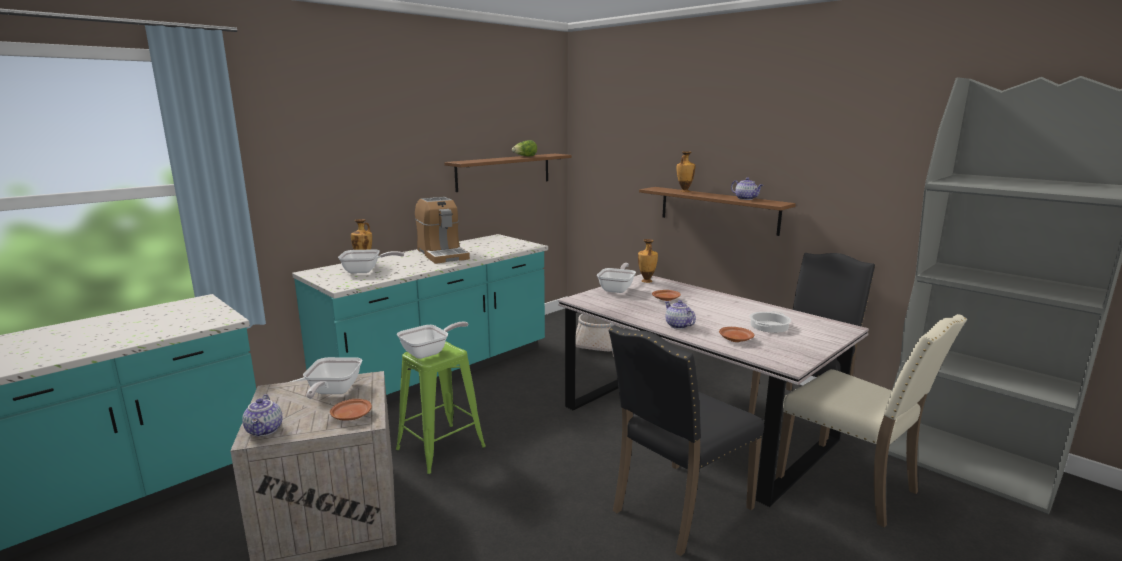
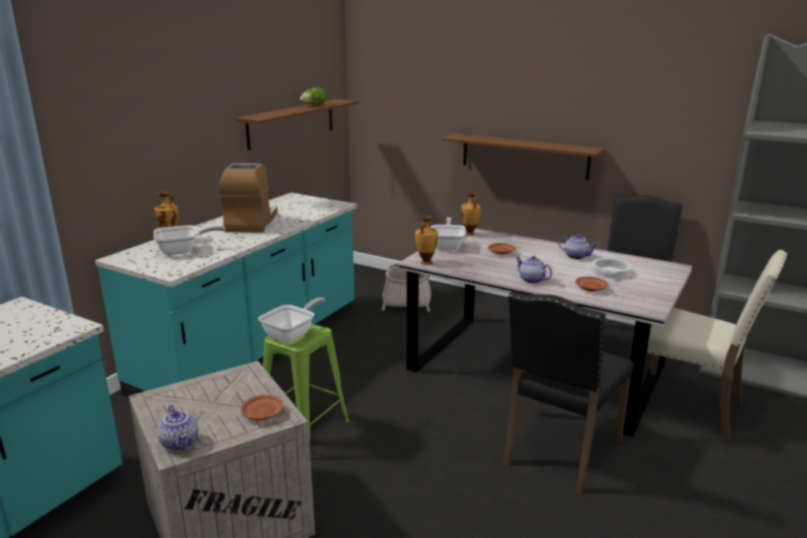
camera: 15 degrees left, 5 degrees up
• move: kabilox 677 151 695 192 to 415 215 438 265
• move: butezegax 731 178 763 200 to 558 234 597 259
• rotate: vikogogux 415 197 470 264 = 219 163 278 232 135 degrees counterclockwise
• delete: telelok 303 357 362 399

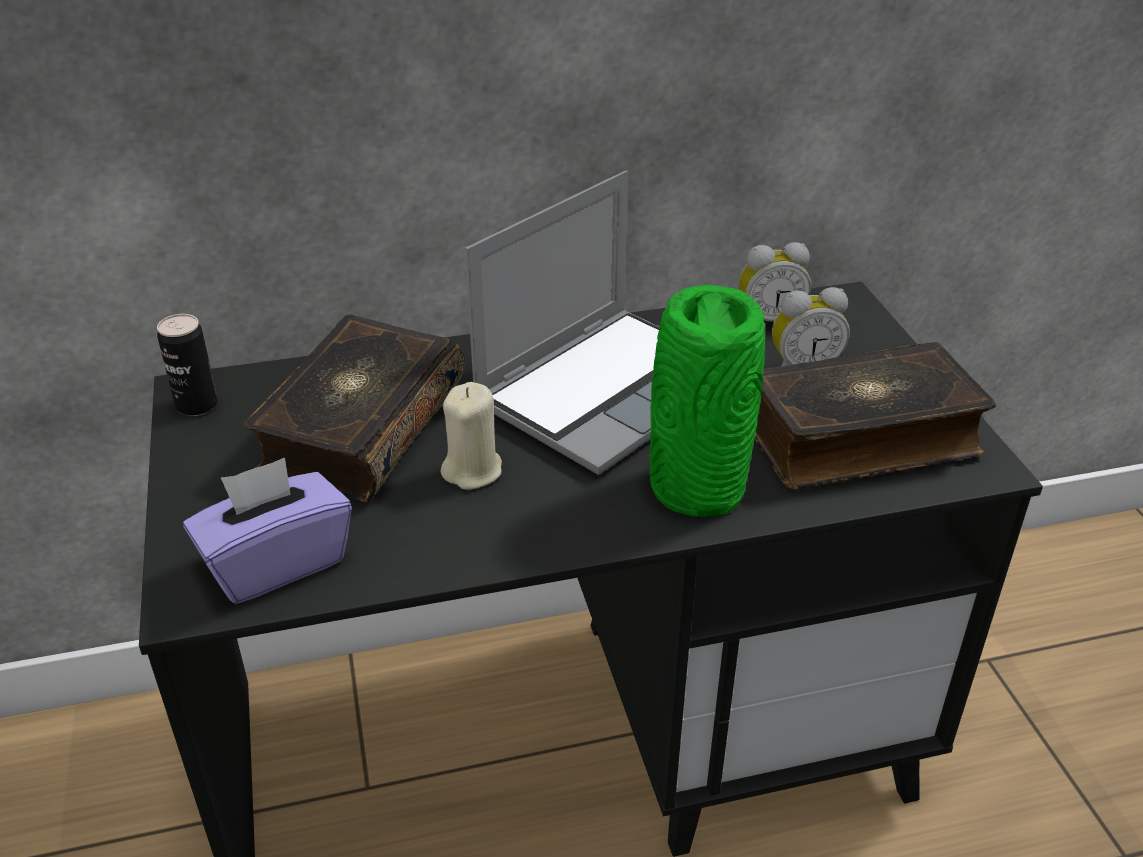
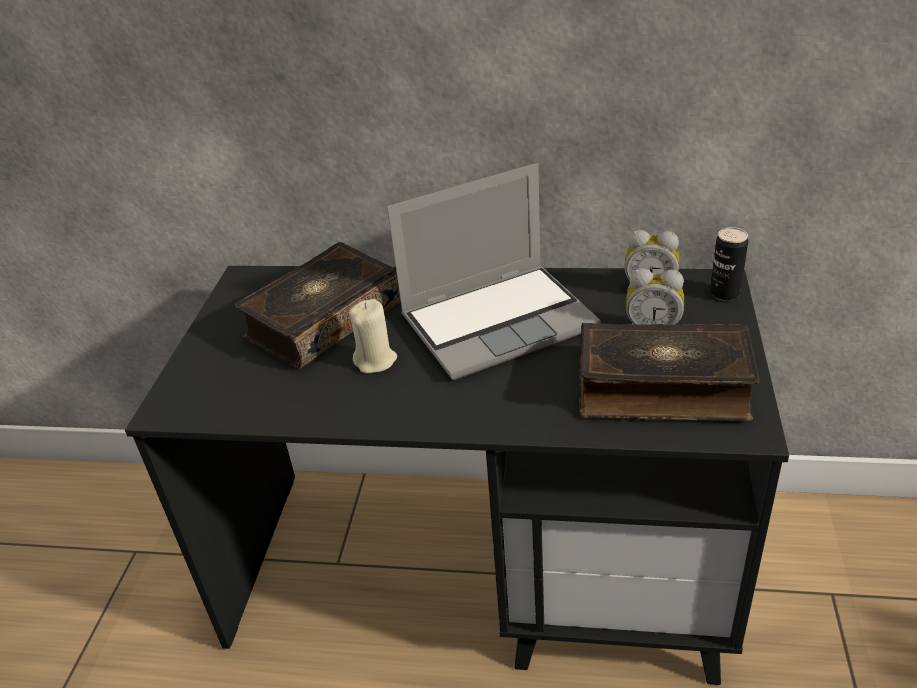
camera: 25 degrees right, 0 degrees up
• delete: green kabilox 649 285 765 517
• move: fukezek 157 314 218 416 to 710 227 748 301
• delete: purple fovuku 183 457 352 604

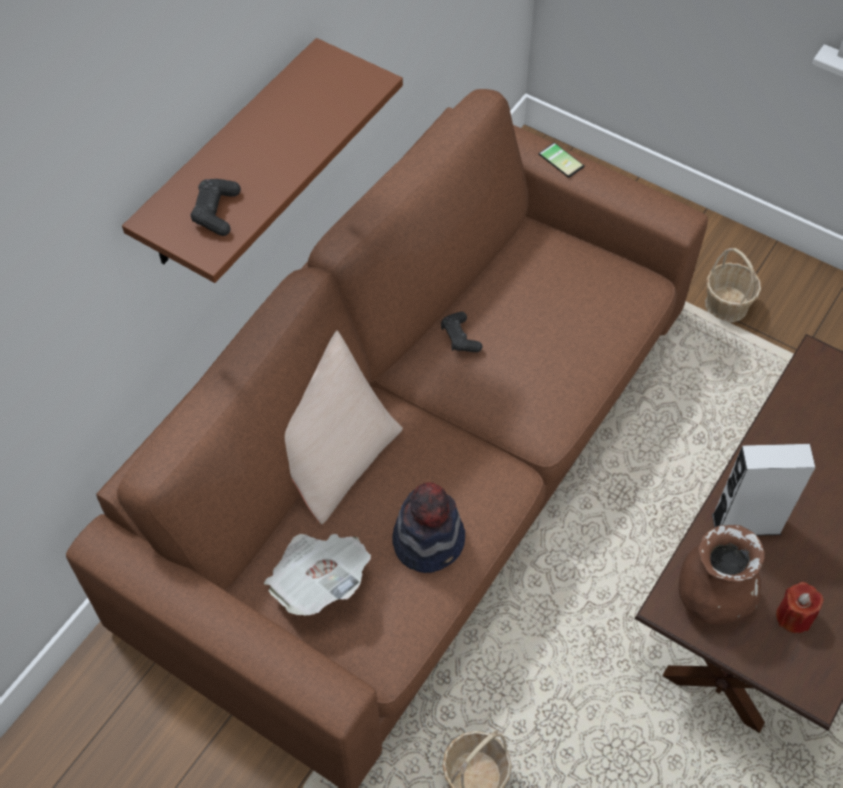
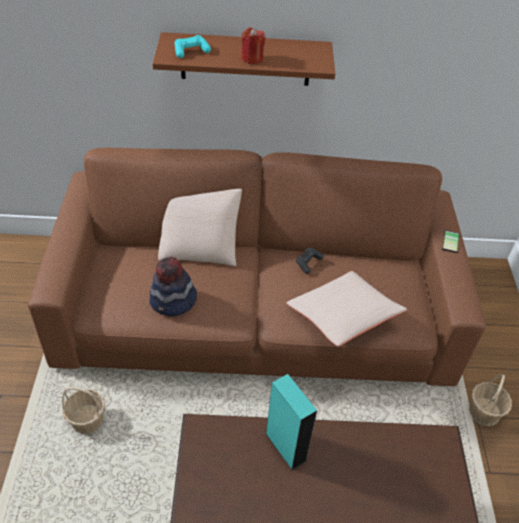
camera: 55 degrees right, 10 degrees down
• recolor: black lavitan 191 179 241 236 to turquoise lavitan 175 35 211 58
• recolor: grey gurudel 712 444 815 536 to turquoise gurudel 265 374 317 470
• delete: brown kabilox 679 525 765 625
• delete: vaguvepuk 264 534 371 615
• move: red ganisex 776 582 824 633 to 241 28 265 64
• insert: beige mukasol 286 271 407 346

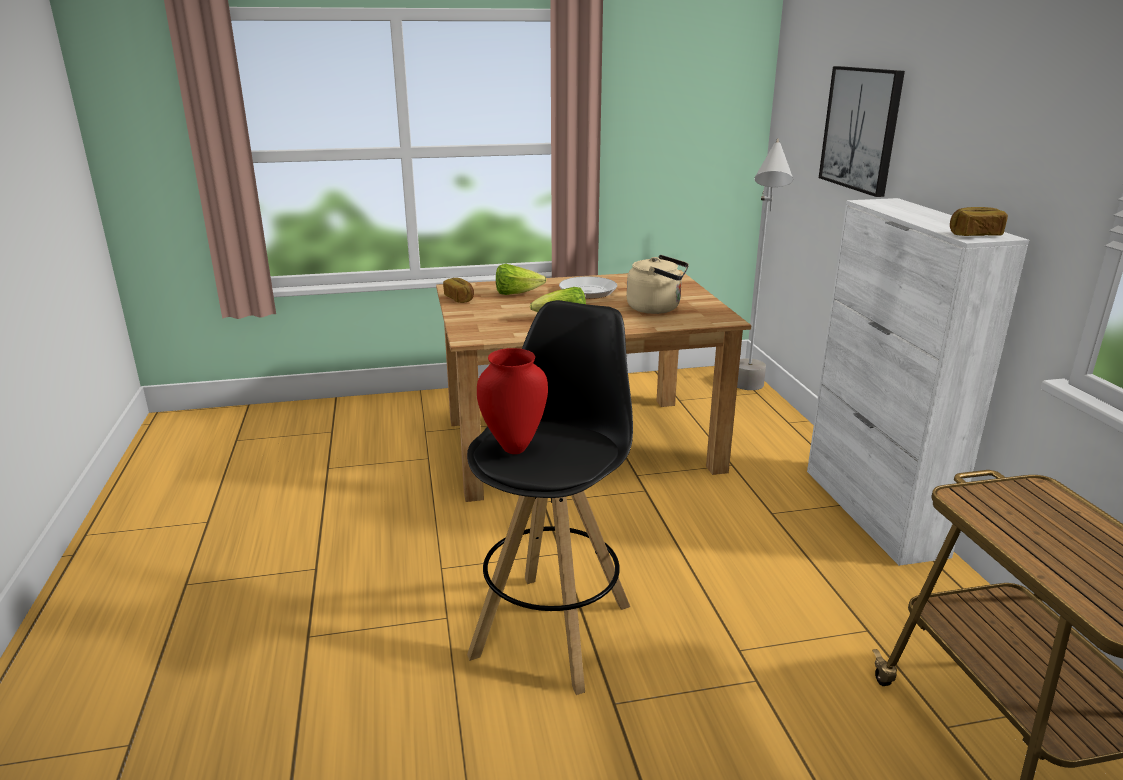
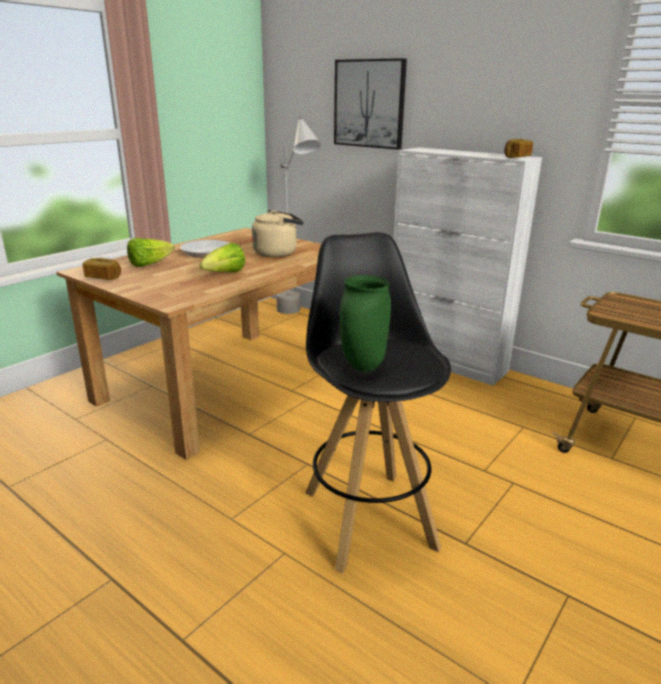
camera: 40 degrees left, 0 degrees up
• recolor: red kabilox 477 348 548 454 to green kabilox 339 275 391 372

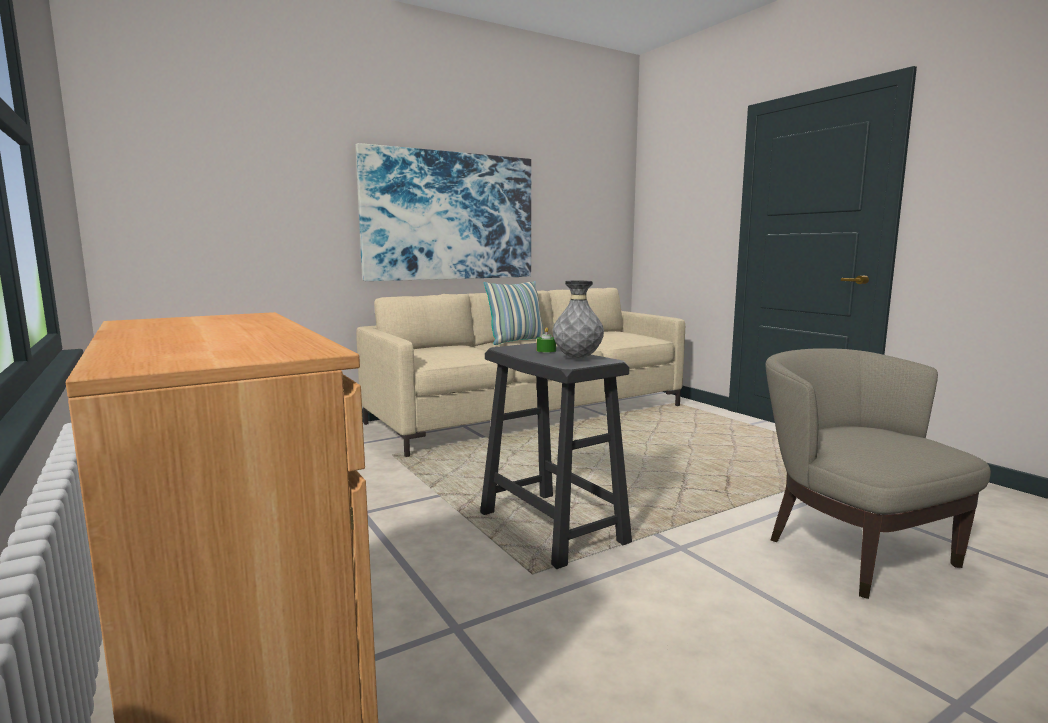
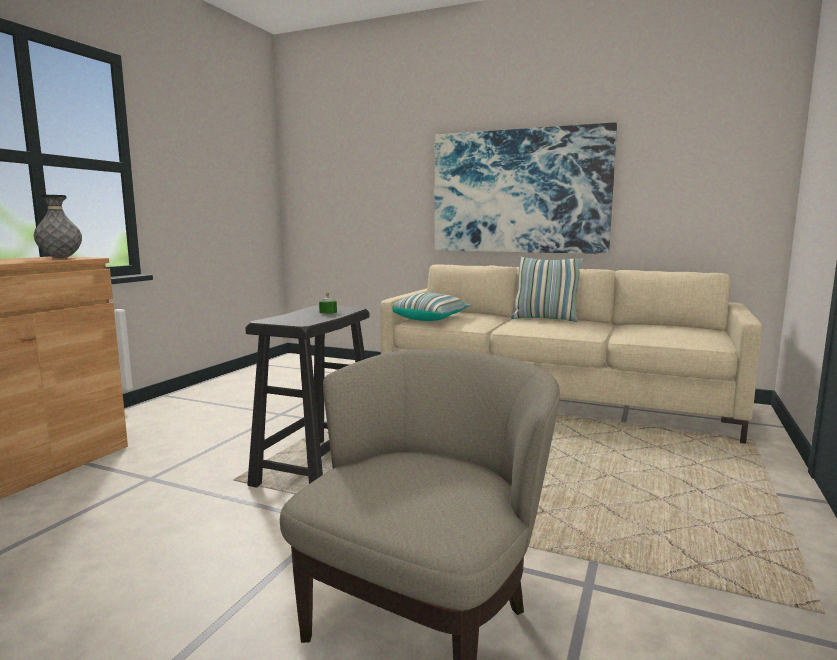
camera: 55 degrees right, 0 degrees up
• move: grey kabilox 553 280 604 359 to 34 195 82 258
• insert: mukasol 392 293 472 321

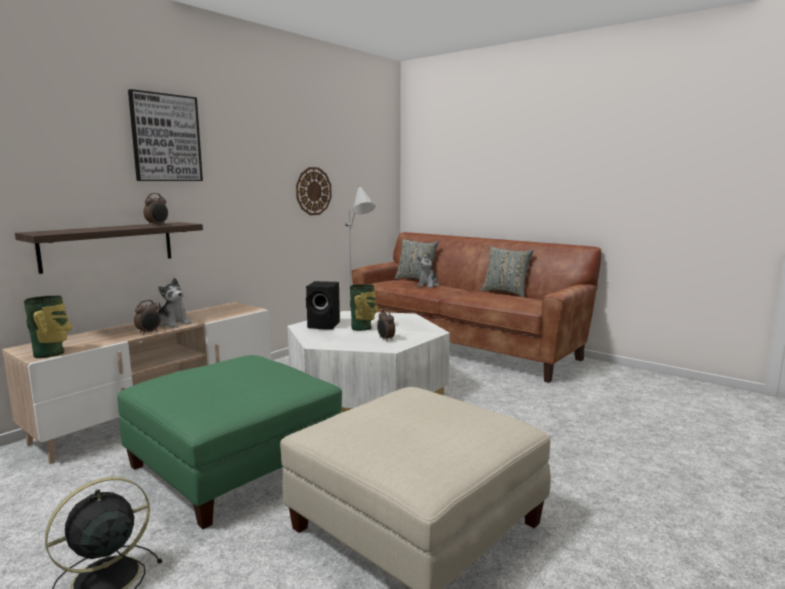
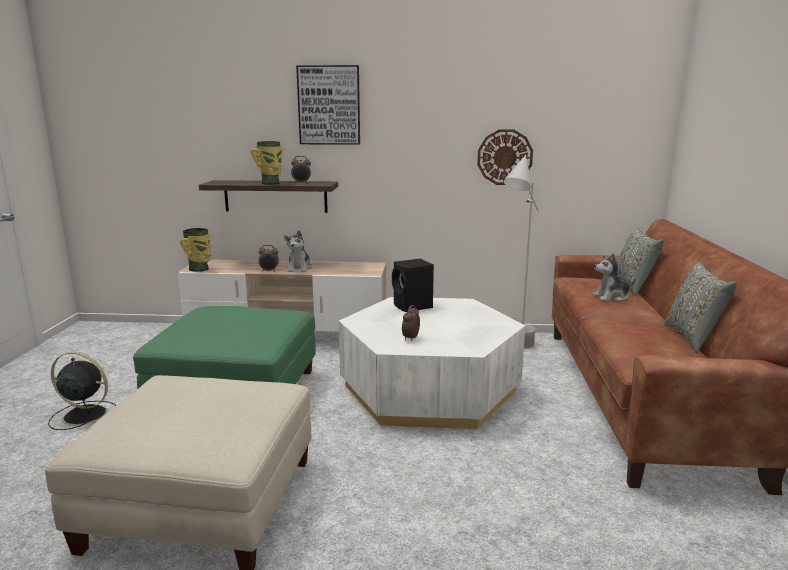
camera: 55 degrees right, 5 degrees up
• move: kabilox 350 284 379 331 to 250 141 282 185

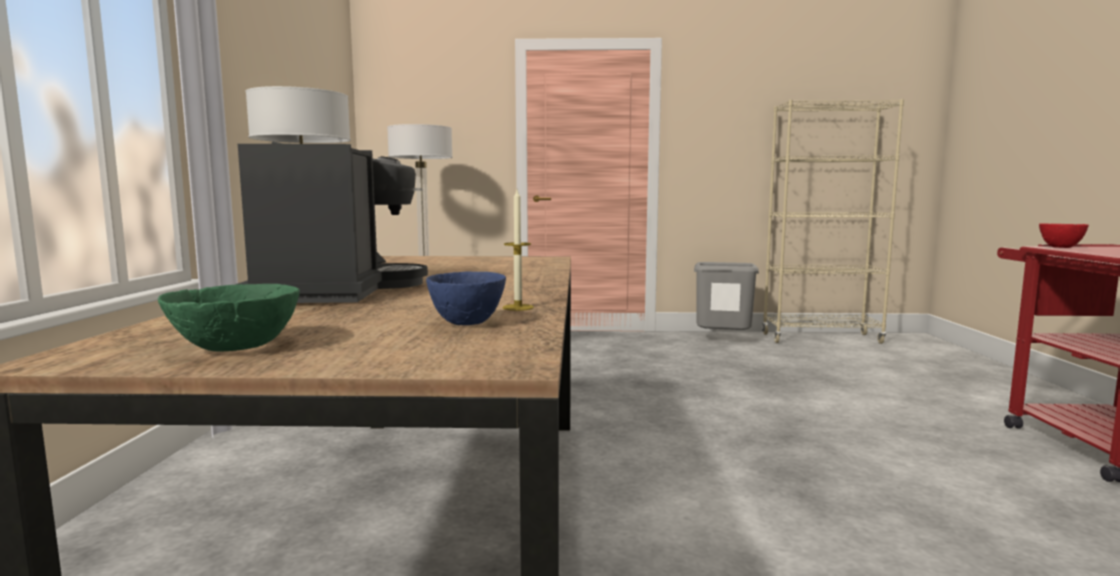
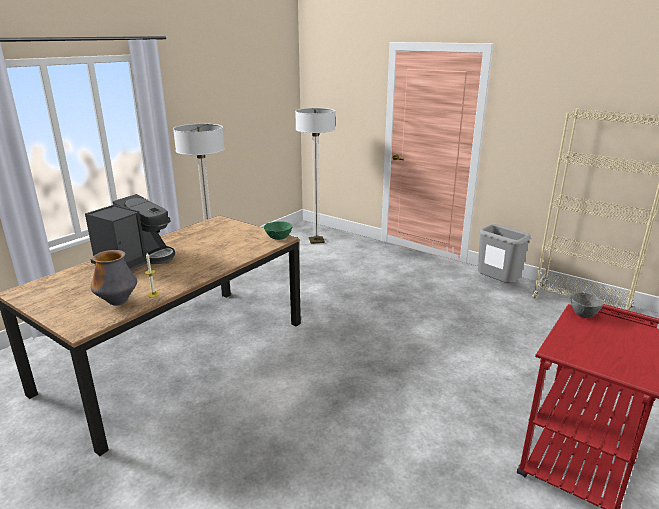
camera: 35 degrees right, 15 degrees up
• recolor: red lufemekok 1039 223 1089 248 to grey lufemekok 571 292 604 318
• replace: blue lufemekok 426 271 506 325 to kabilox 90 250 137 306
• move: green lufemekok 158 284 300 352 to 264 221 293 240

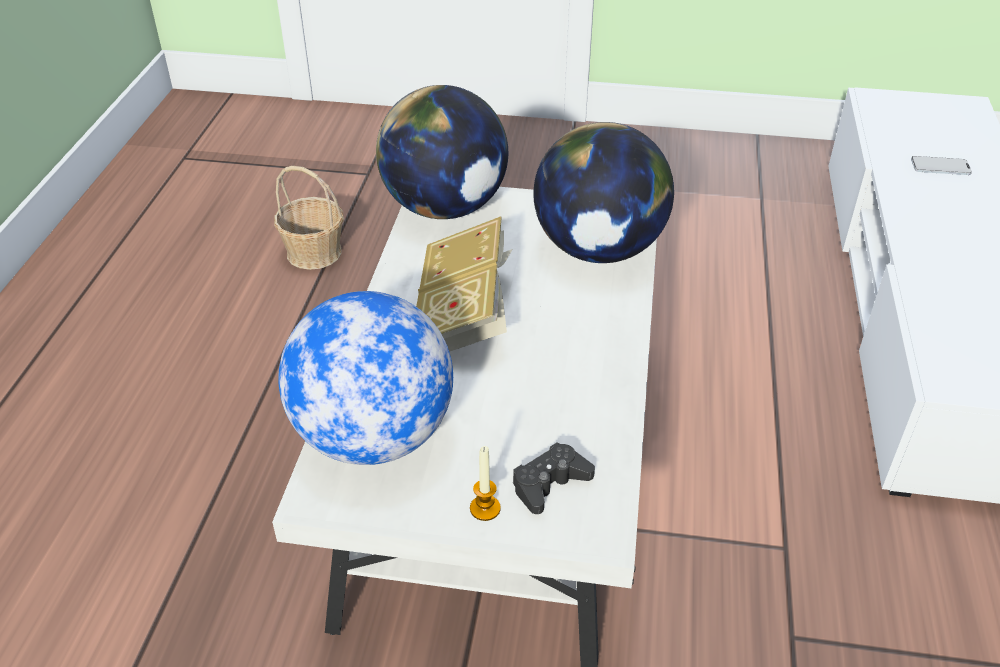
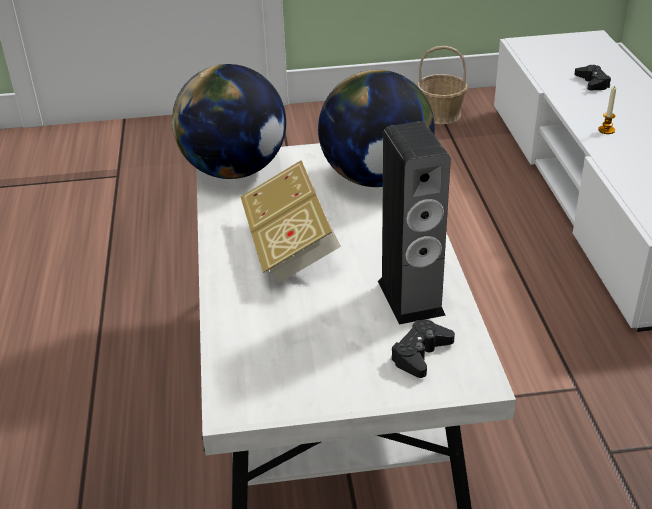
camera: 15 degrees left, 5 degrees down
• replace: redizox 911 156 972 175 to black lavitan 574 65 611 90
• move: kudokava 274 166 344 270 to 417 46 468 124
• delete: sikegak 279 291 453 465
• move: ganisex 470 446 501 521 to 598 87 616 134
• insert: gurudel 378 121 451 325

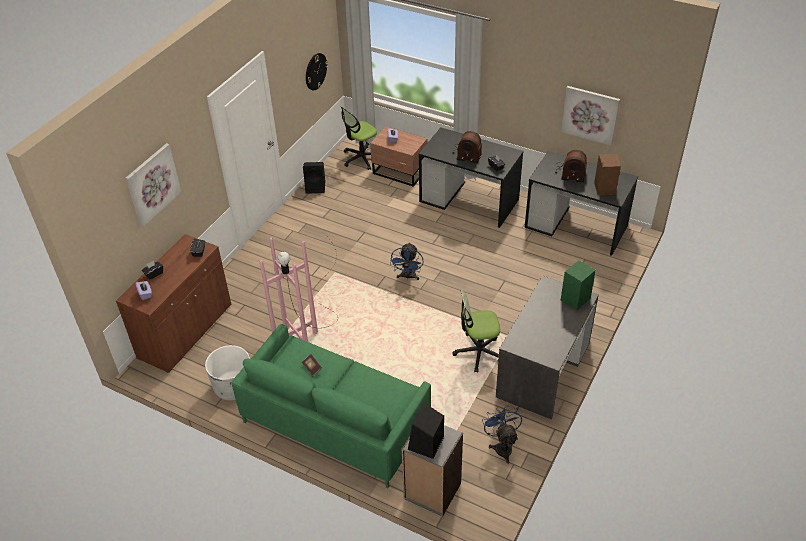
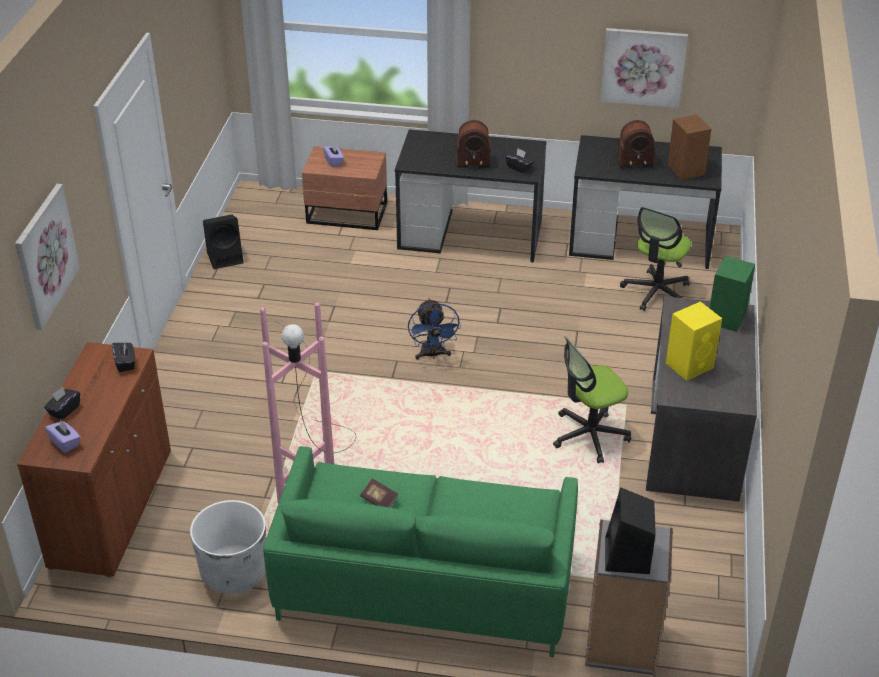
camera: 20 degrees left, 5 degrees down
• delete: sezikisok 306 53 328 90
• move: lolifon 340 106 377 170 to 620 207 691 311
• delete: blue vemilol 482 405 522 464
• insert: yellow gurudel 666 301 722 381

